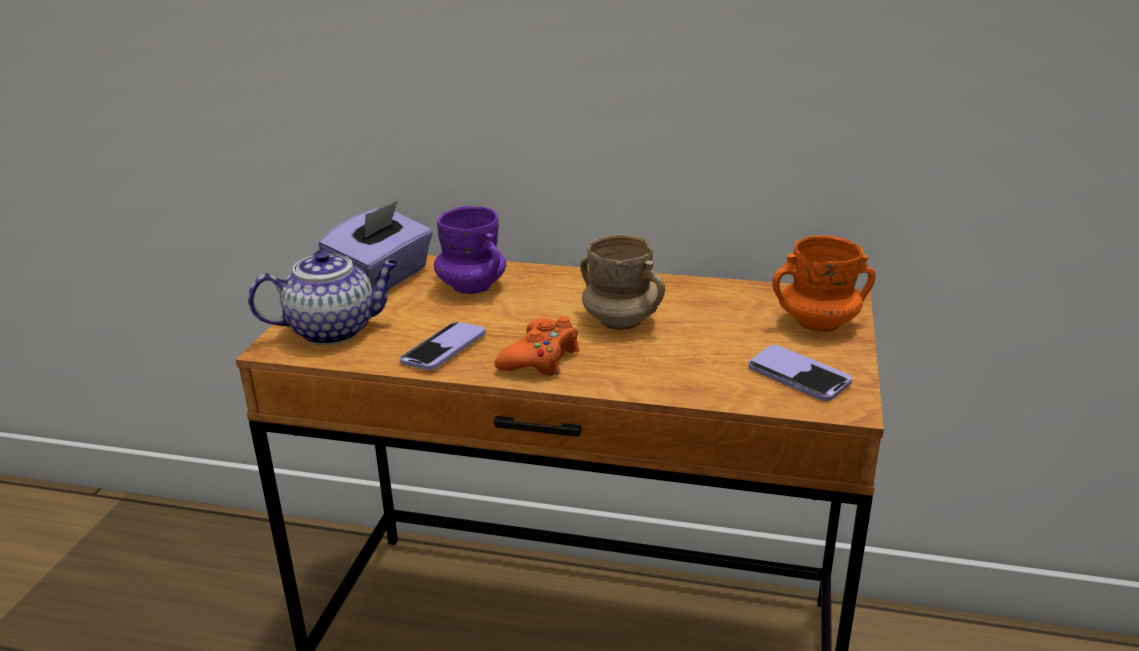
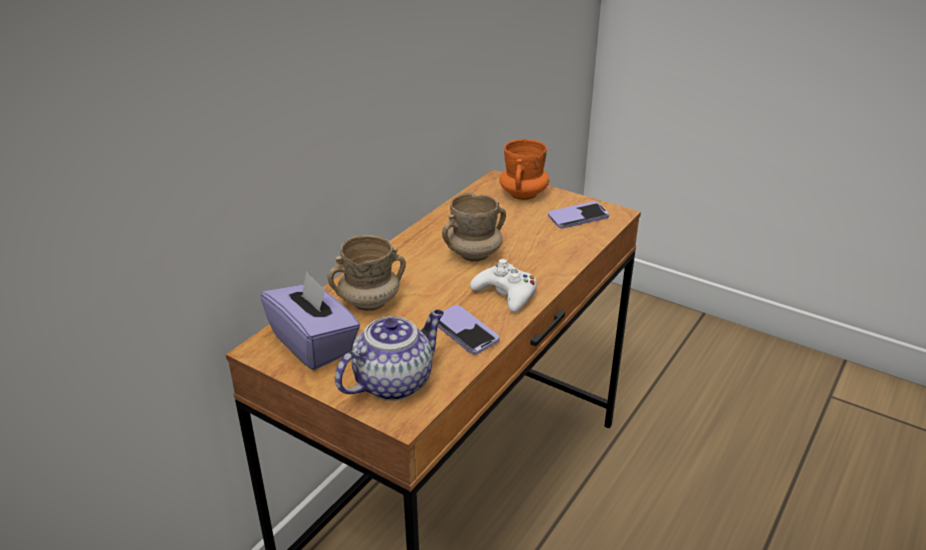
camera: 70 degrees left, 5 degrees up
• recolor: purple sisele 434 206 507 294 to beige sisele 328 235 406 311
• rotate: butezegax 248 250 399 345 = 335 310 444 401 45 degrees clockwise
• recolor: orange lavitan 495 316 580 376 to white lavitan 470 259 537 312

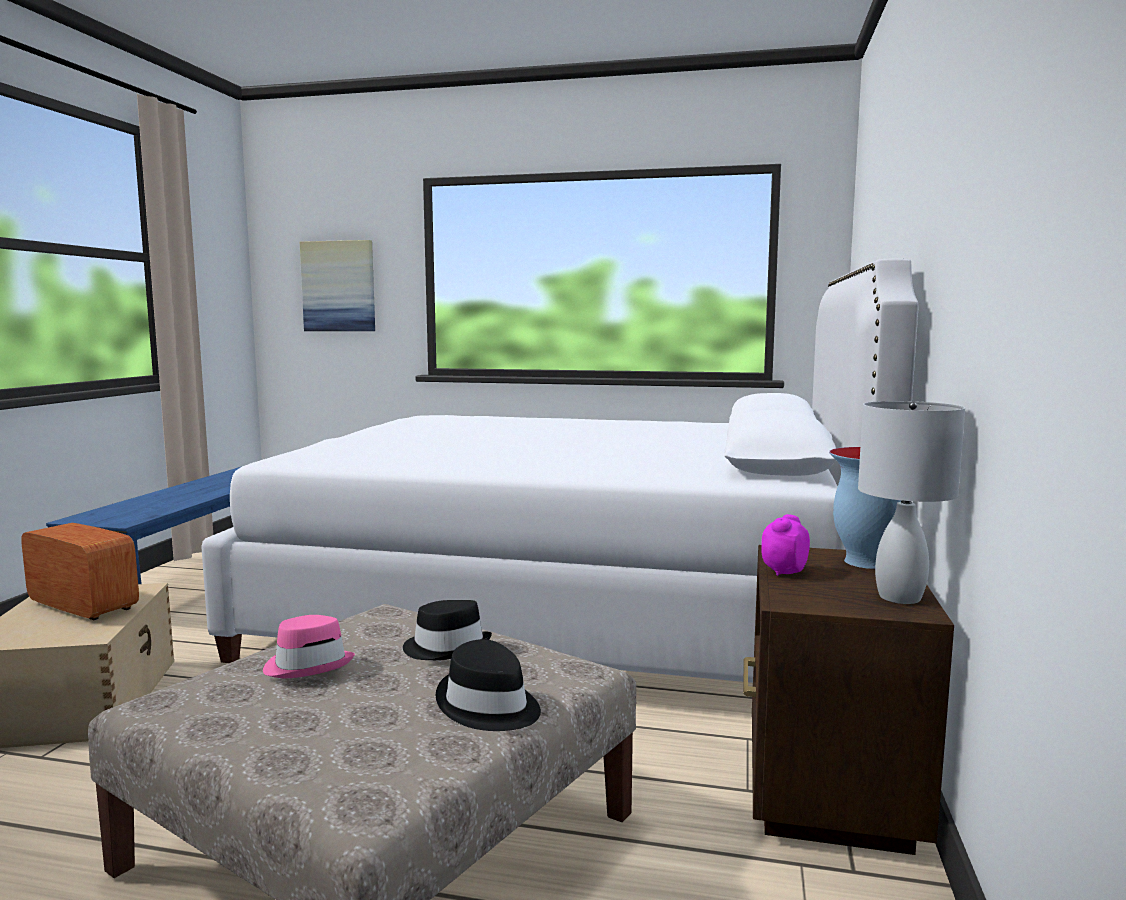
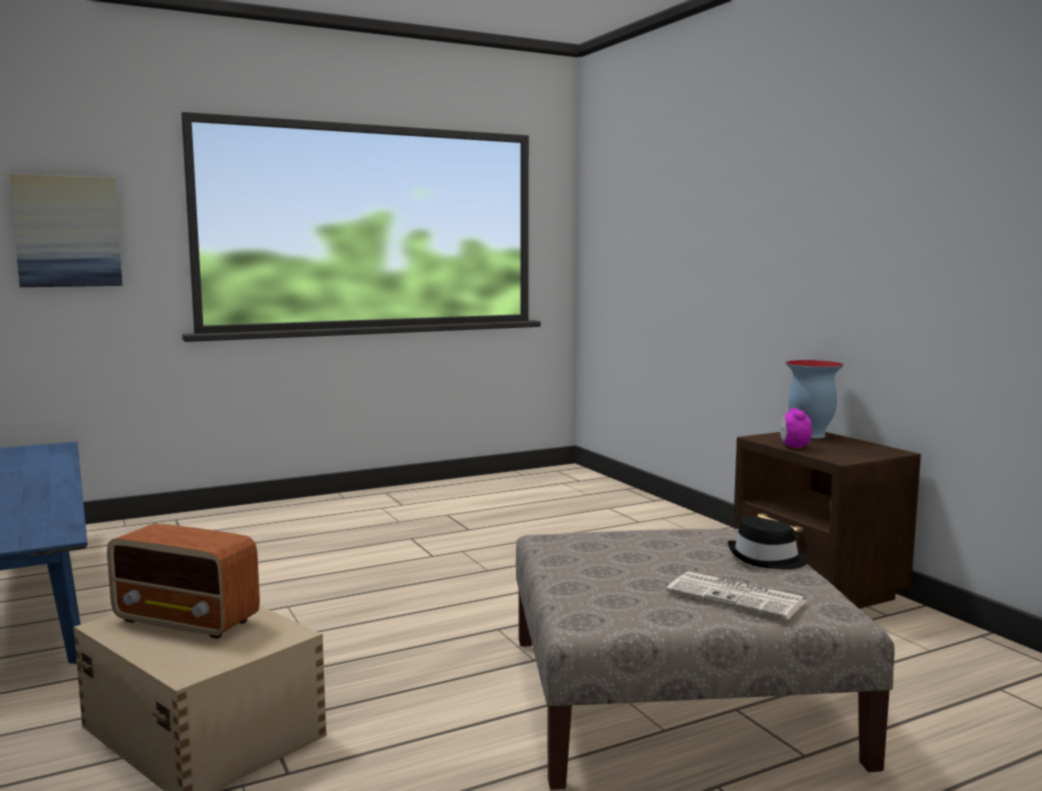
camera: 40 degrees left, 0 degrees up
• delete: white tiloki 201 258 918 683
• delete: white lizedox 858 401 965 604
• rotate: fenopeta 21 523 139 620 = 107 524 260 639 150 degrees counterclockwise
• delete: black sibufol 403 600 492 660
• delete: pink sibufol 263 615 355 678
• insert: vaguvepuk 666 571 807 620

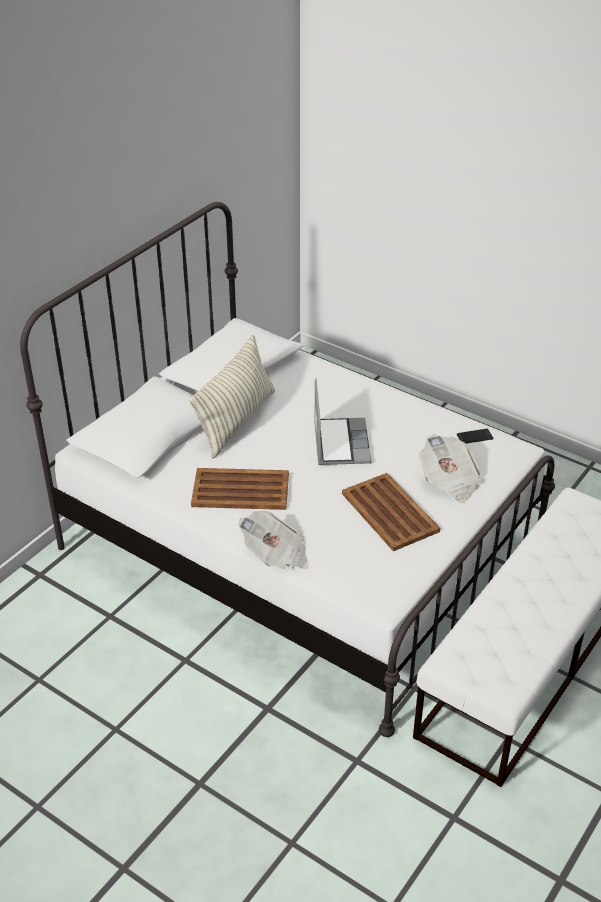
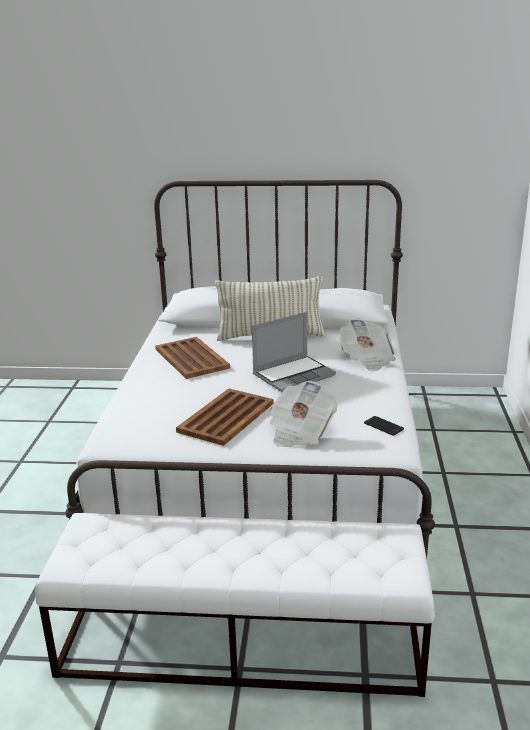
camera: 60 degrees right, 15 degrees down
• move: vaguvepuk 239 511 309 569 to 339 319 396 372

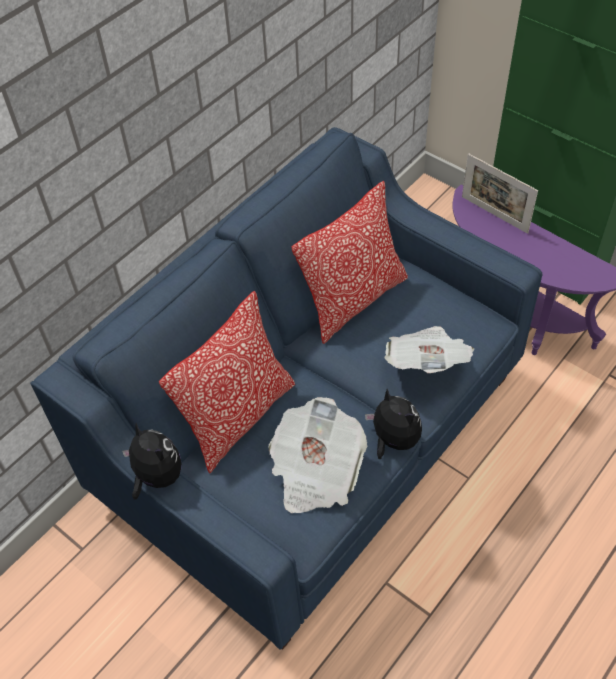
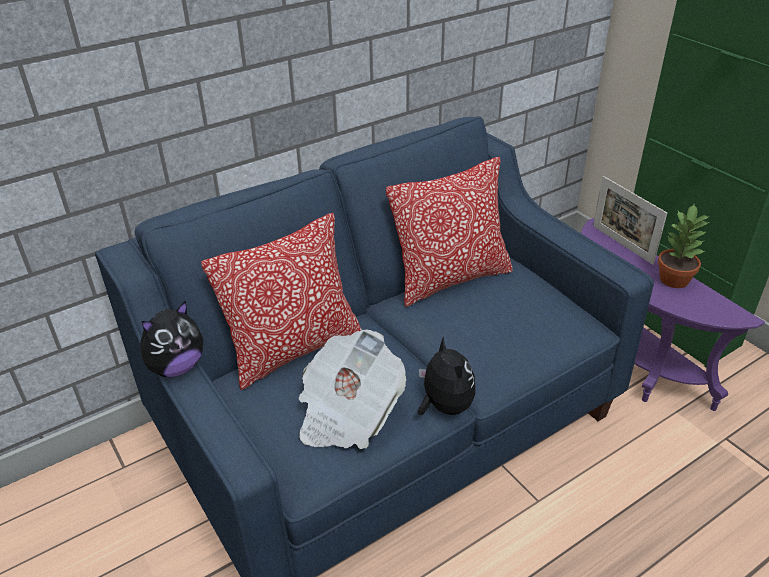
camera: 15 degrees right, 15 degrees down
• delete: vaguvepuk 385 326 474 373
• rotate: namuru 122 423 182 500 = 140 301 203 377 75 degrees clockwise
• insert: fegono 658 205 710 288

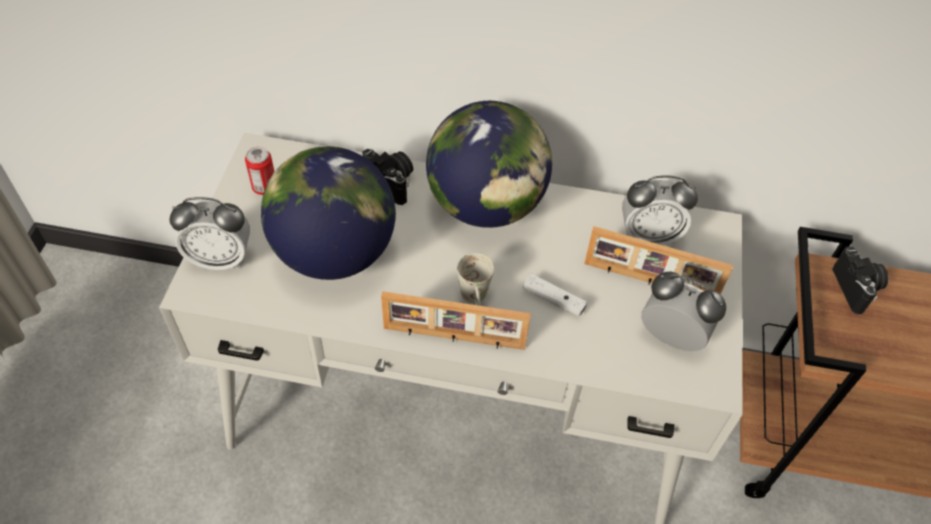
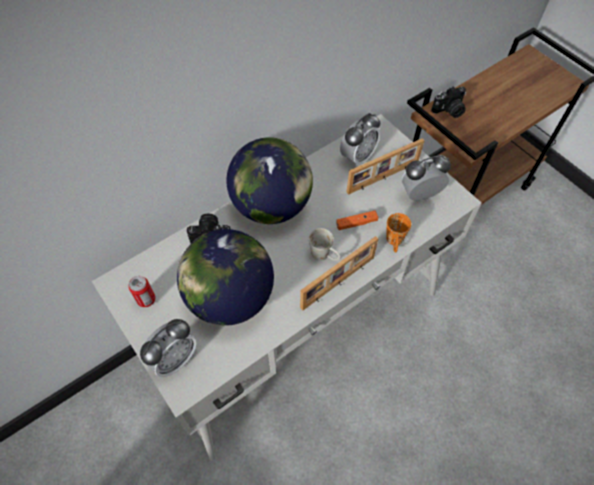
camera: 45 degrees left, 5 degrees up
• rotate: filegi 832 246 888 314 = 431 87 466 118 120 degrees clockwise
• recolor: white lavitan 523 273 587 316 to orange lavitan 336 211 378 230
• insert: orange sisele 386 213 411 253

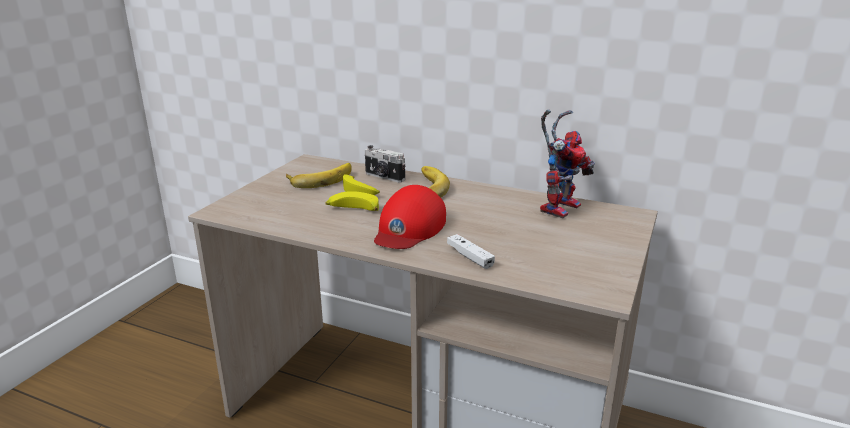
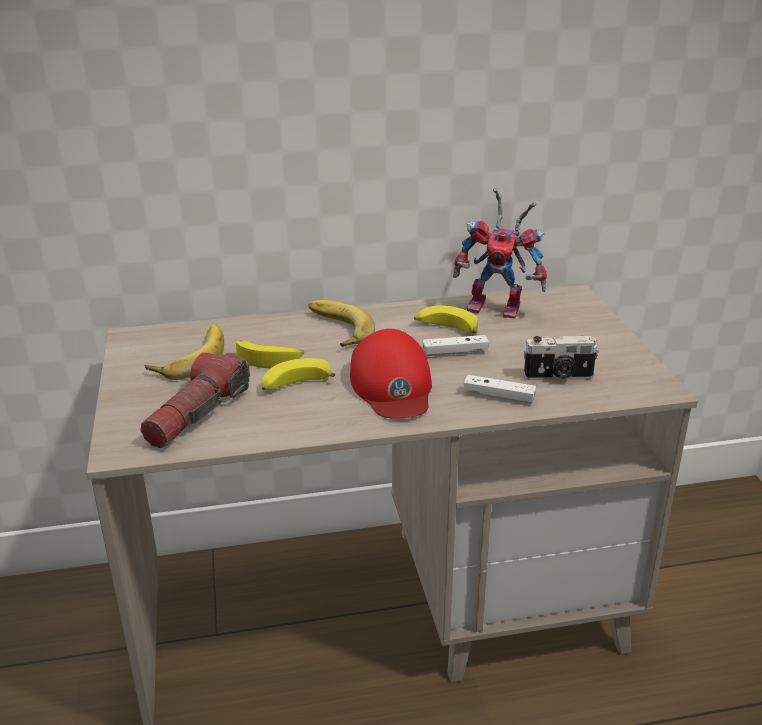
camera: 35 degrees left, 5 degrees up
• rotate: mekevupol 540 110 595 218 = 453 188 547 319 105 degrees clockwise
• move: filegi 365 145 405 183 to 523 336 599 380
• insert: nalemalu 414 305 478 333
• insert: white lavitan 422 335 489 356
• insert: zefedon 140 353 250 448

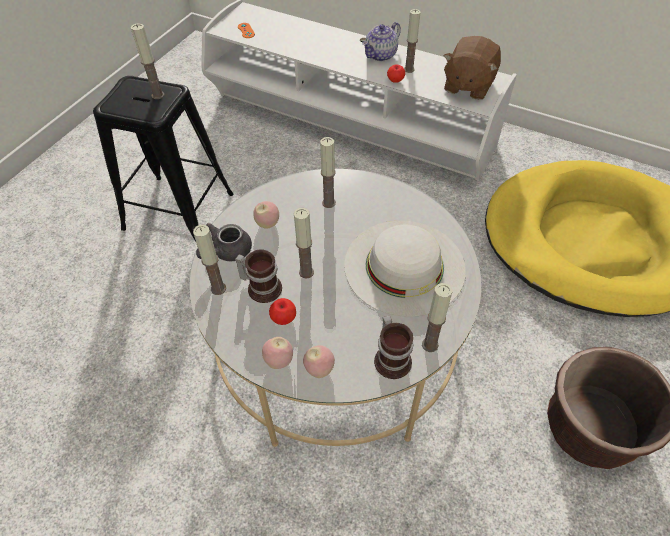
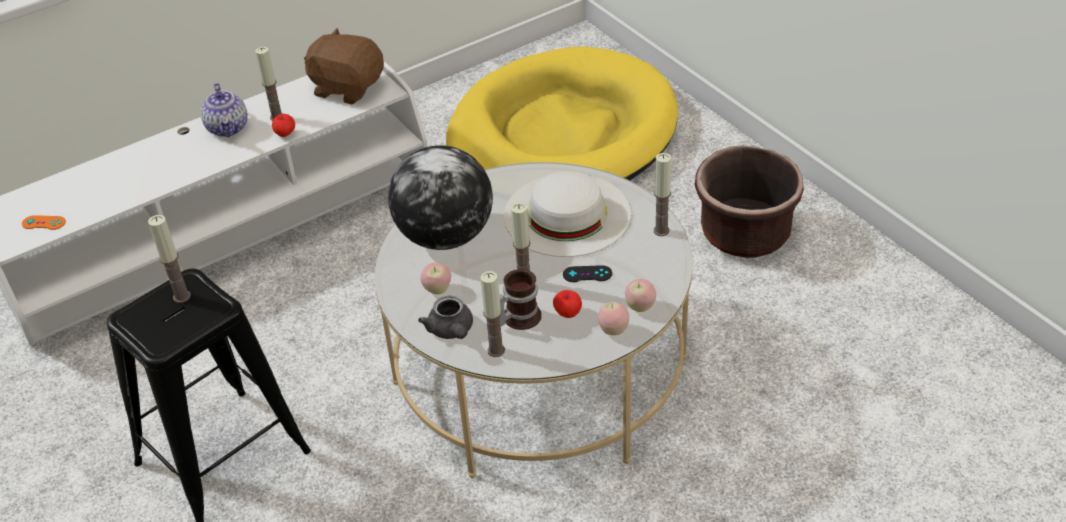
camera: 60 degrees left, 10 degrees down
• rotate: brown namuru 444 36 501 100 = 304 28 384 105 150 degrees clockwise
• replace: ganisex 320 137 336 208 to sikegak 388 145 493 250
• delete: sisele 374 315 413 379
• insert: black lavitan 563 265 612 282

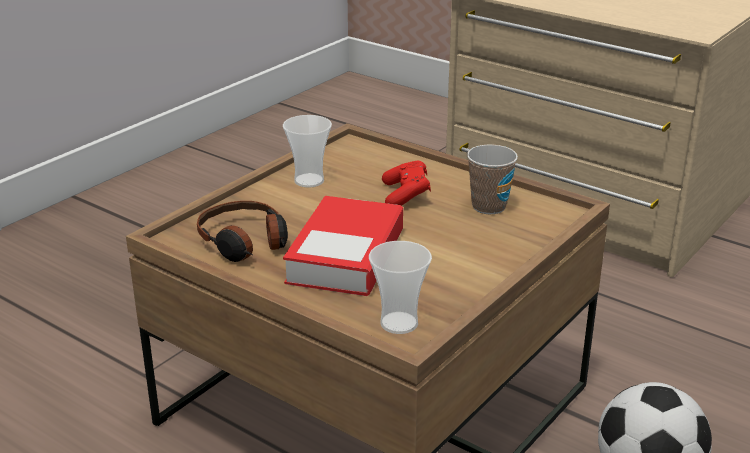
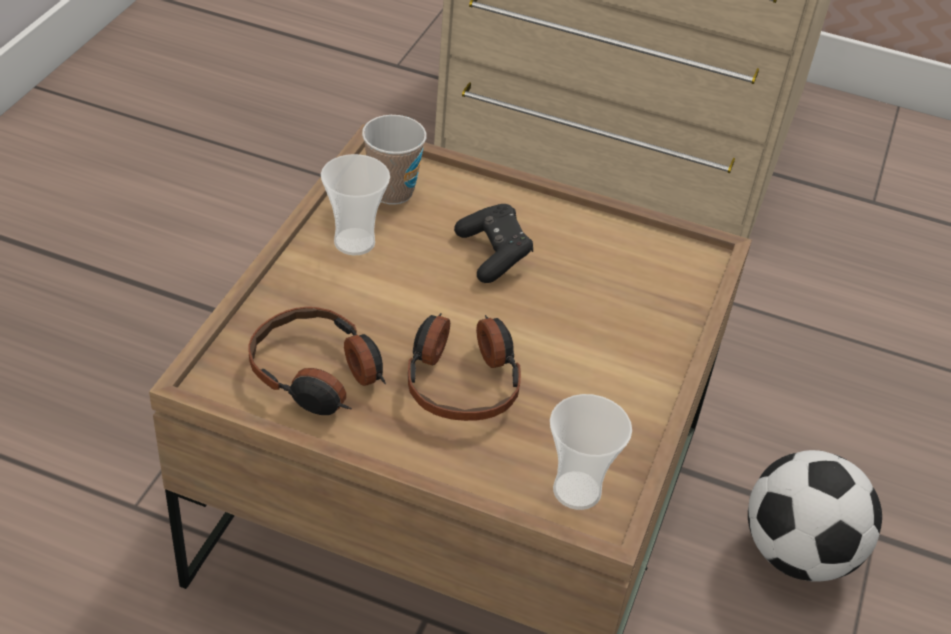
camera: 20 degrees left, 15 degrees up
• move: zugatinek 467 145 518 214 to 362 115 426 205
• recolor: red lavitan 382 161 431 206 to black lavitan 454 204 533 283
• replace: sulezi 283 196 403 296 to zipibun 408 313 521 421

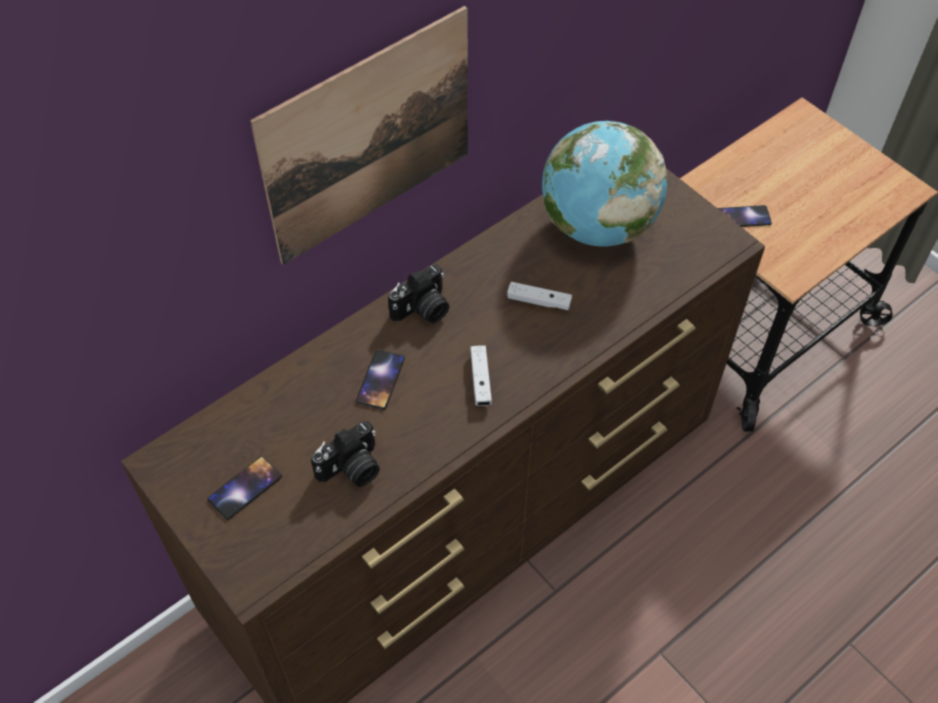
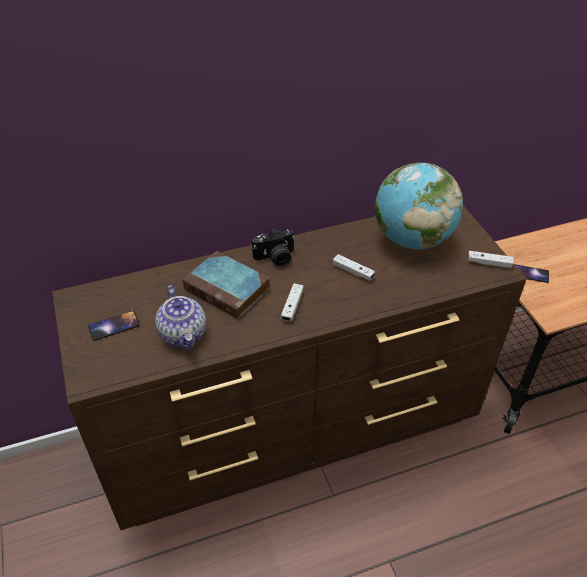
camera: 20 degrees right, 10 degrees down
• delete: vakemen 250 6 468 265
• replace: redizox 356 350 405 410 to sulezi 183 251 270 319
• replace: filegi 311 421 380 487 to butezegax 155 285 206 350
• insert: white lavitan 468 251 514 268

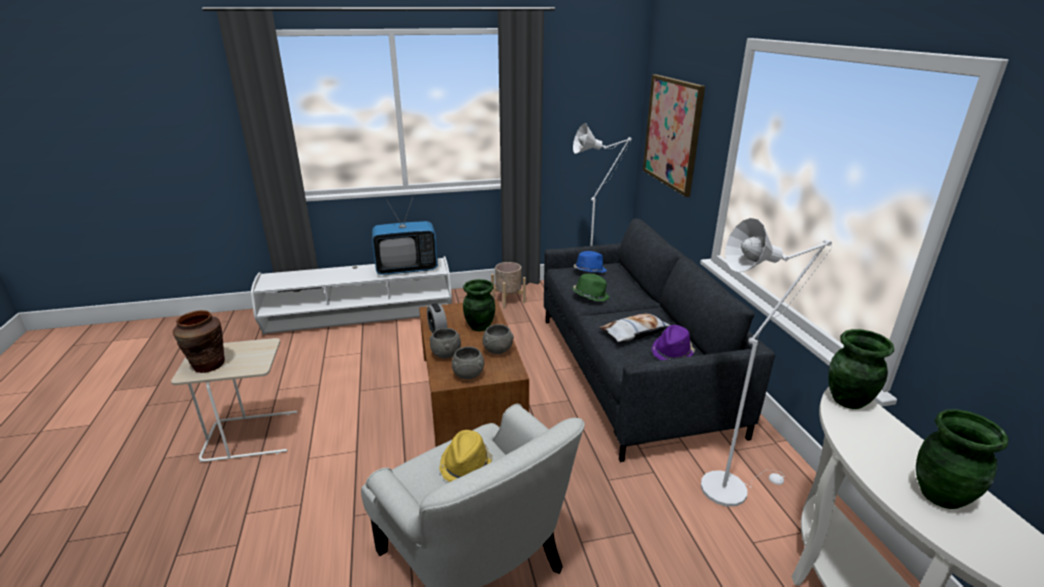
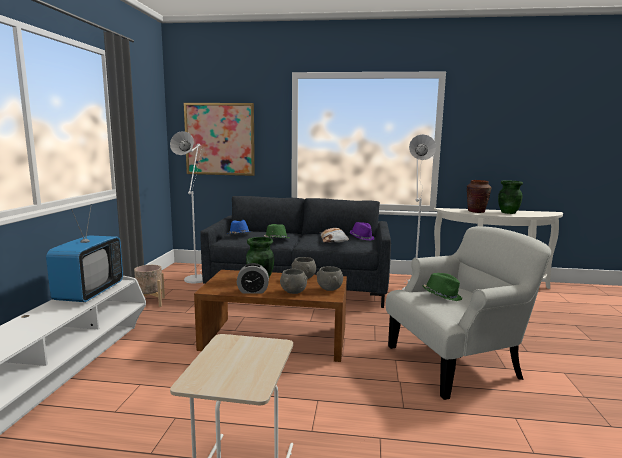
camera: 70 degrees left, 15 degrees down
• move: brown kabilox 173 310 225 373 to 467 180 492 213
• delete: green kabilox 828 329 894 409
• recolor: yellow sibufol 439 430 493 482 to green sibufol 423 273 462 301

